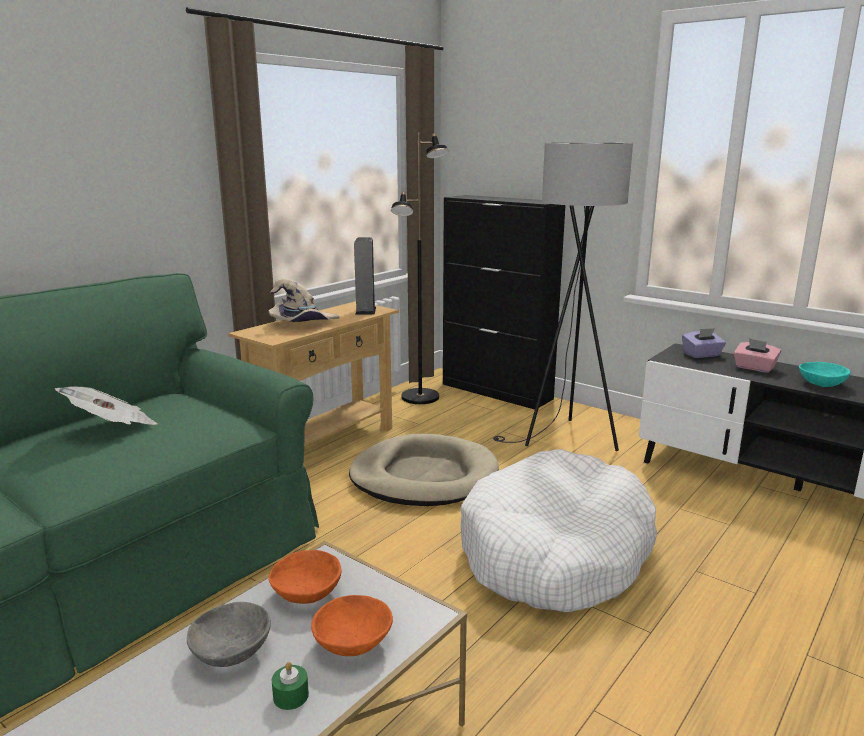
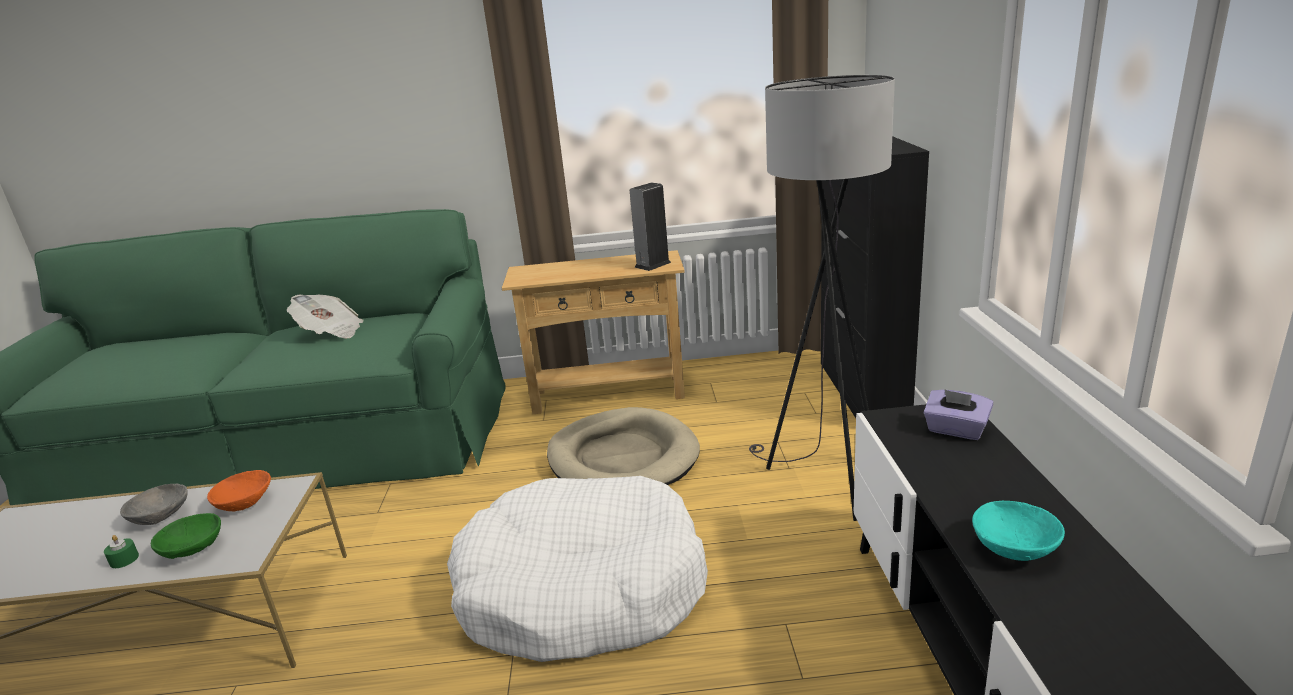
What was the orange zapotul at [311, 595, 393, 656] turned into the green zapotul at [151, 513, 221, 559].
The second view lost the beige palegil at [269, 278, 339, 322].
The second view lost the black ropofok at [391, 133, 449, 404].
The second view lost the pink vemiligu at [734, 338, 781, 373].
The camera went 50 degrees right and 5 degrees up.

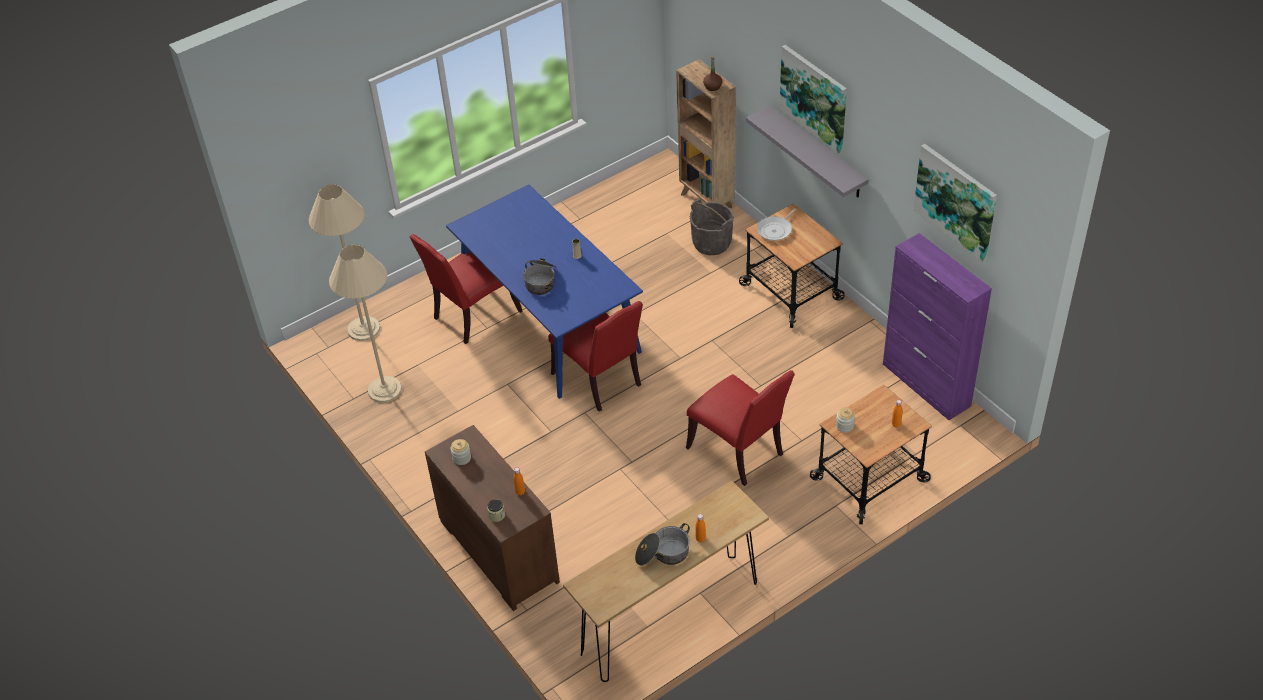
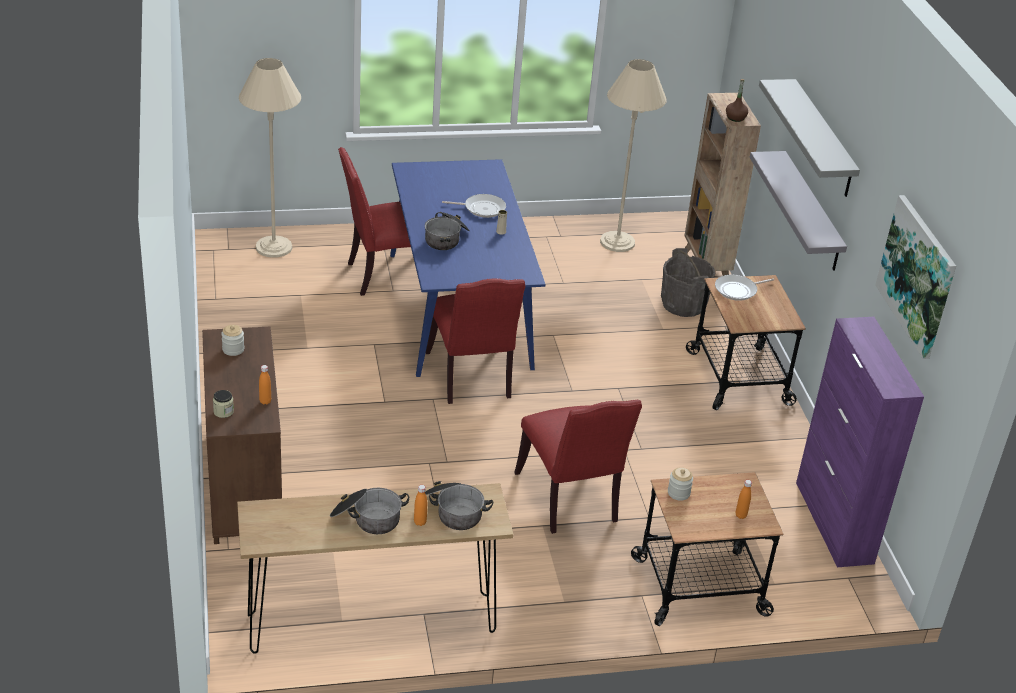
The second view gained the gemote at [425, 481, 494, 530].
The second view gained the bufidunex at [442, 194, 506, 218].
The beige ropofok ended up elsewhere, having gone from [329, 244, 402, 403] to [600, 59, 667, 252].
Where the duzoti hung at [780, 45, 847, 154], the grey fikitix came to hang at [759, 79, 860, 197].
The camera went 20 degrees right and 10 degrees down.

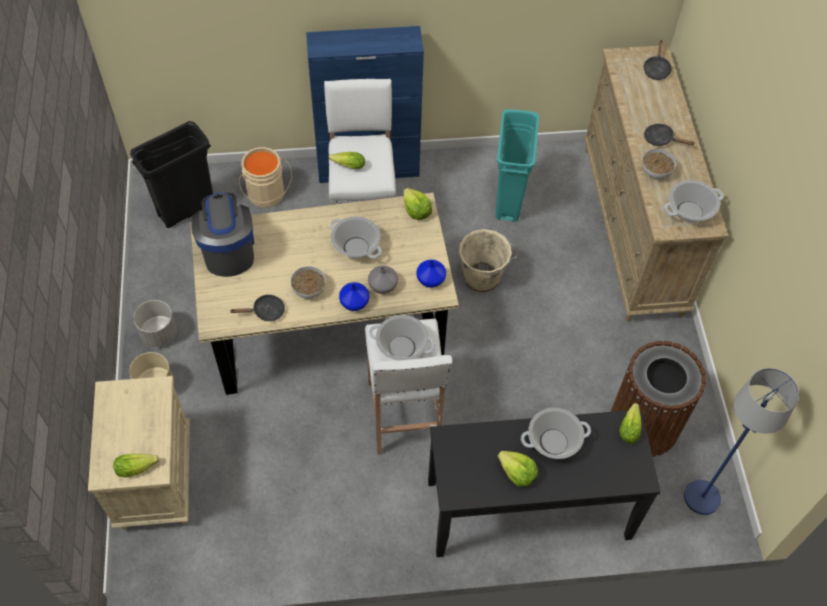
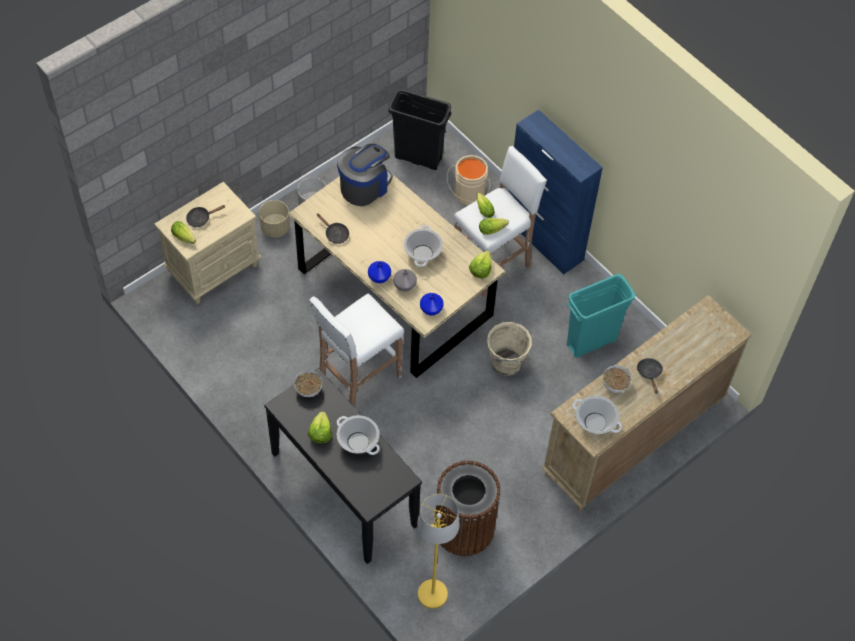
The black bufidunex ended up elsewhere, having gone from [643, 40, 672, 80] to [186, 205, 225, 227].
The zapotul ended up elsewhere, having gone from [291, 266, 326, 299] to [294, 370, 322, 397].
What was the blue ropofok at [684, 368, 799, 515] turned into the yellow ropofok at [417, 494, 459, 609].
The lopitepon ended up elsewhere, having gone from [619, 403, 642, 444] to [479, 218, 509, 235].
The second view lost the gemote at [369, 315, 435, 360].
The camera went 55 degrees right and 0 degrees up.

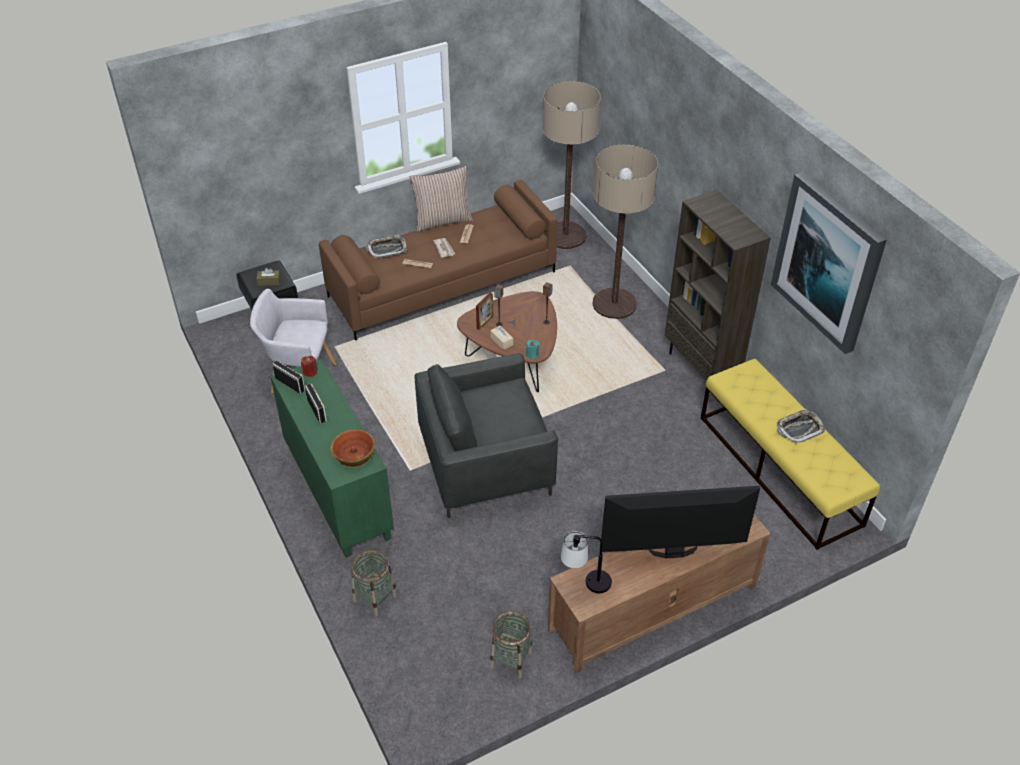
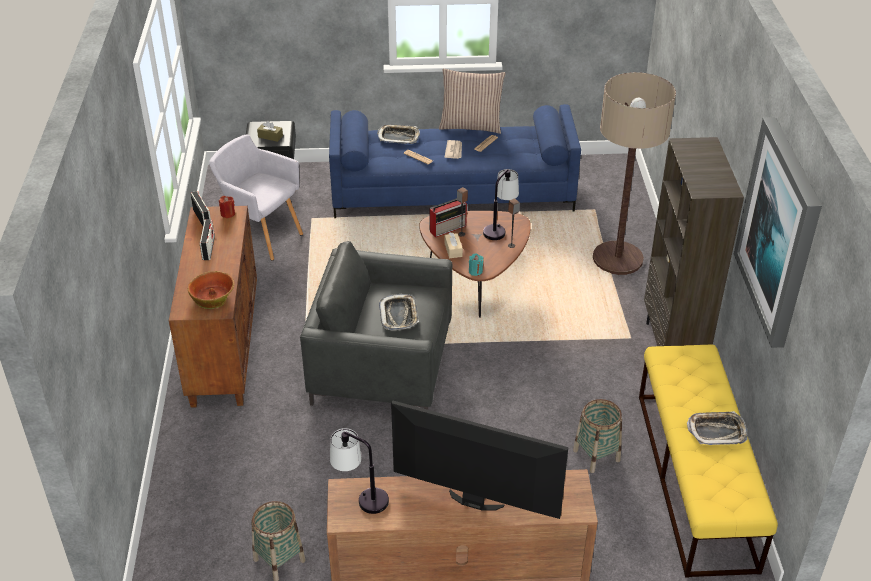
What was the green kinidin at [270, 359, 394, 558] turned into the brown kinidin at [169, 206, 257, 408].
What was the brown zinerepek at [319, 180, 558, 340] turned into the blue zinerepek at [329, 104, 581, 218].
The second view gained the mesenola at [379, 294, 419, 330].
Where the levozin stood at [476, 292, 493, 330], the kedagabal came to stand at [429, 198, 467, 238].
The second view gained the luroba at [483, 169, 519, 240].
The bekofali ended up elsewhere, having gone from [352, 550, 398, 617] to [573, 399, 622, 473].
The second view lost the ropofok at [542, 81, 601, 249].
The camera went 25 degrees right and 5 degrees down.

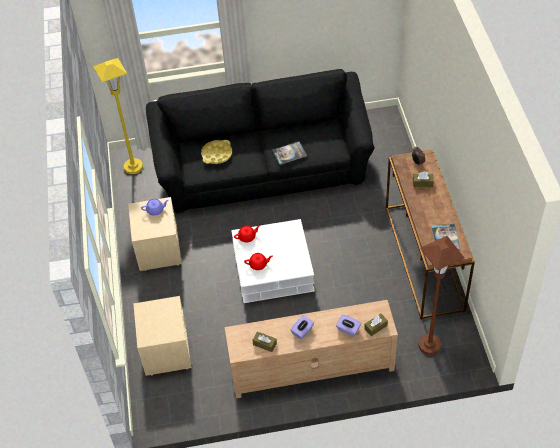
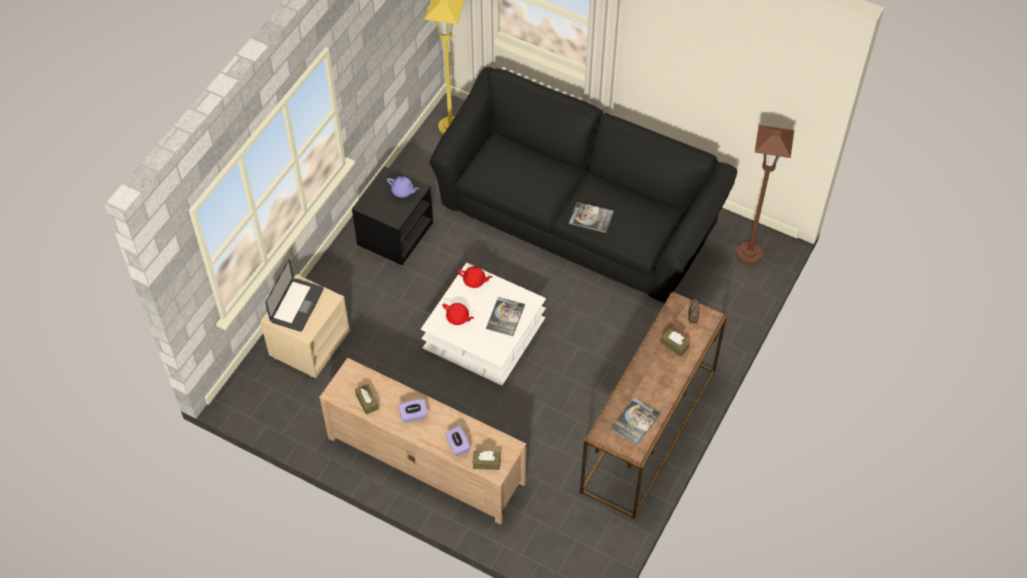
The second view gained the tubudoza at [266, 259, 324, 332].
What was the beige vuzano at [128, 197, 182, 271] turned into the black vuzano at [352, 166, 433, 266].
The second view gained the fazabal at [486, 297, 525, 336].
The brown ropofok ended up elsewhere, having gone from [419, 236, 465, 355] to [736, 125, 794, 265].
The second view lost the yellow mesenola at [201, 140, 232, 164].
The camera went 35 degrees right and 5 degrees up.

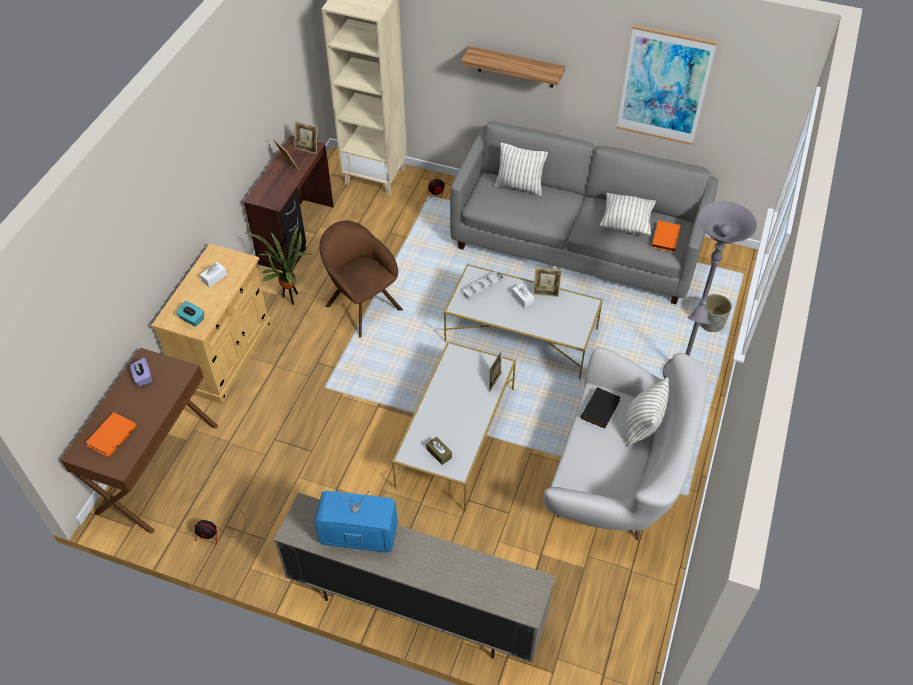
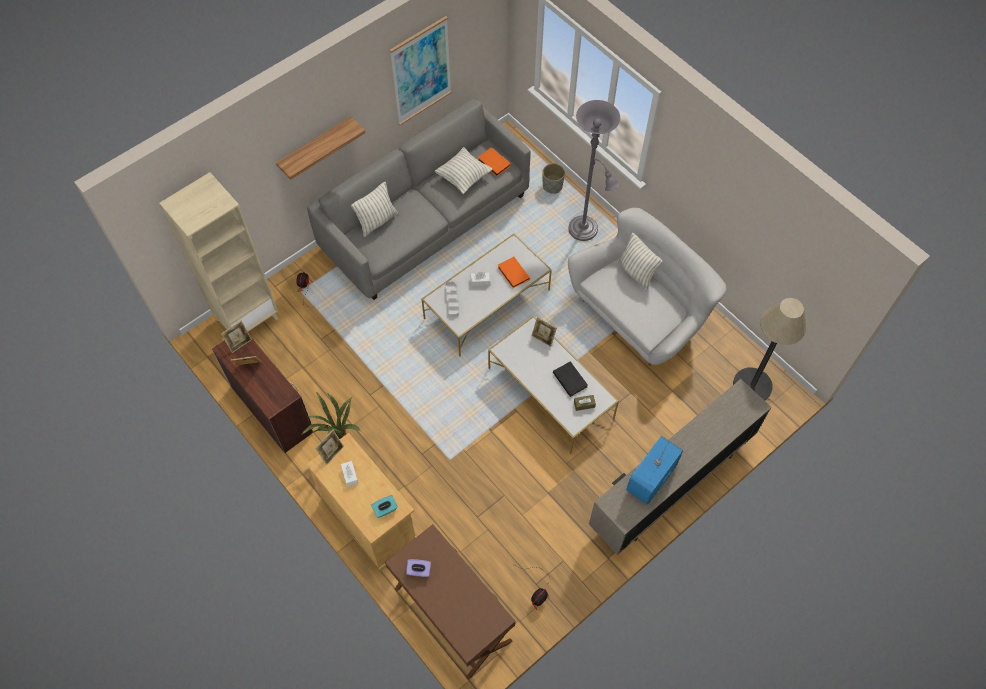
The levozin ended up elsewhere, having gone from [533, 267, 562, 297] to [316, 430, 344, 465].
The orange fazabal ended up elsewhere, having gone from [85, 412, 137, 457] to [498, 257, 530, 288].
The black fazabal ended up elsewhere, having gone from [581, 387, 621, 429] to [553, 361, 588, 397].
The second view gained the ropofok at [733, 298, 806, 401].
The second view lost the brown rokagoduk at [319, 220, 403, 338].
The camera went 60 degrees left and 10 degrees up.

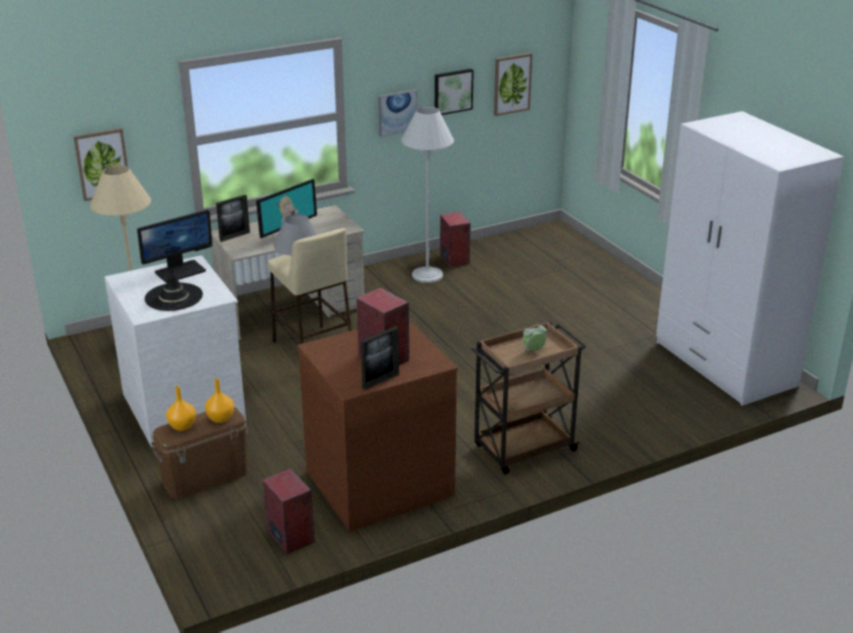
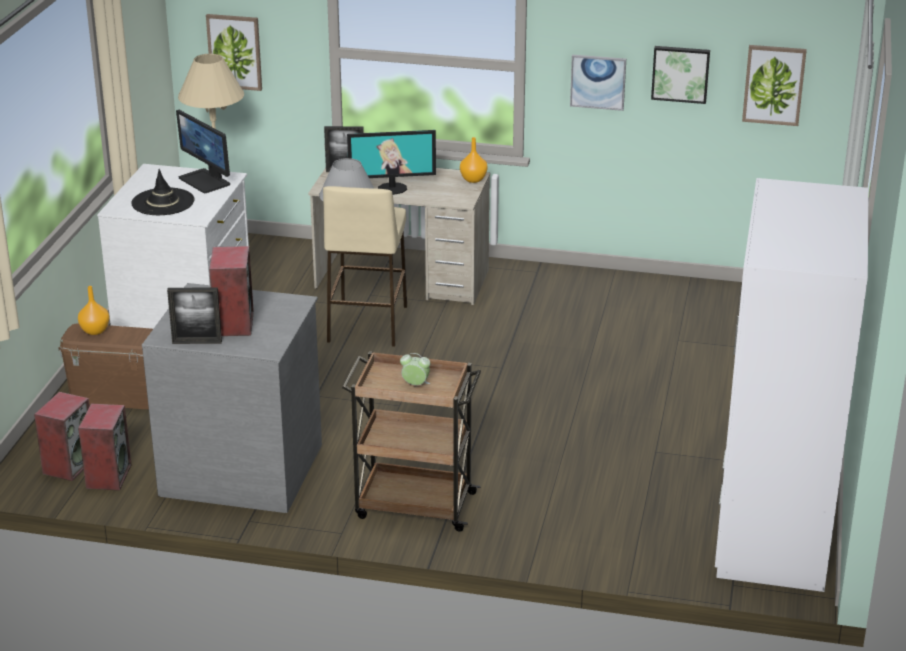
The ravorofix ended up elsewhere, having gone from [440, 212, 471, 267] to [34, 392, 90, 481].
What was the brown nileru at [297, 320, 458, 531] turned into the grey nileru at [142, 283, 322, 513].
The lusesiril at [137, 210, 212, 283] ended up facing another way, 45 degrees clockwise from before.
The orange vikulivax ended up elsewhere, having gone from [205, 378, 234, 423] to [460, 137, 488, 183].
The second view lost the white ropofok at [401, 107, 454, 283].
The camera went 40 degrees right and 0 degrees up.

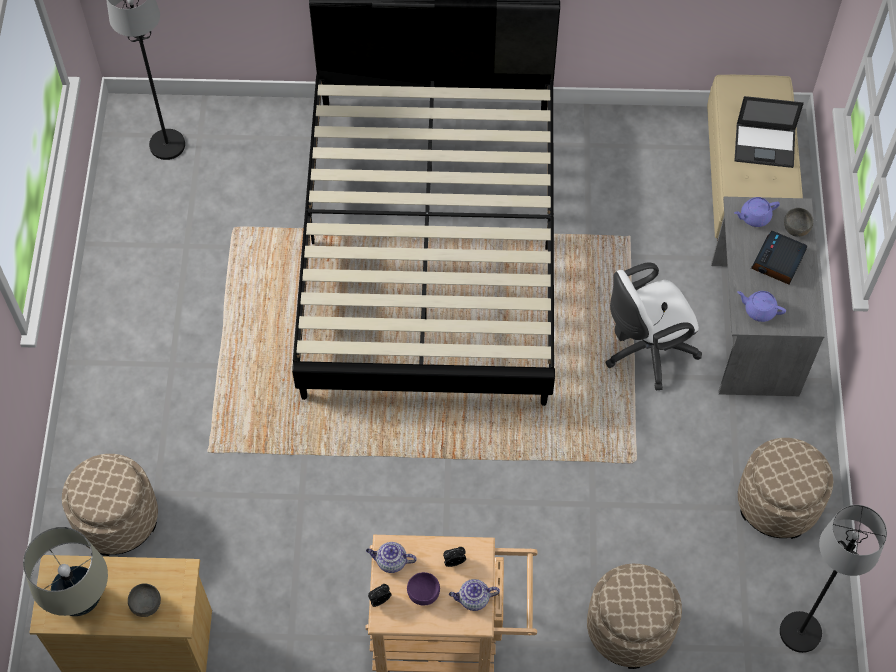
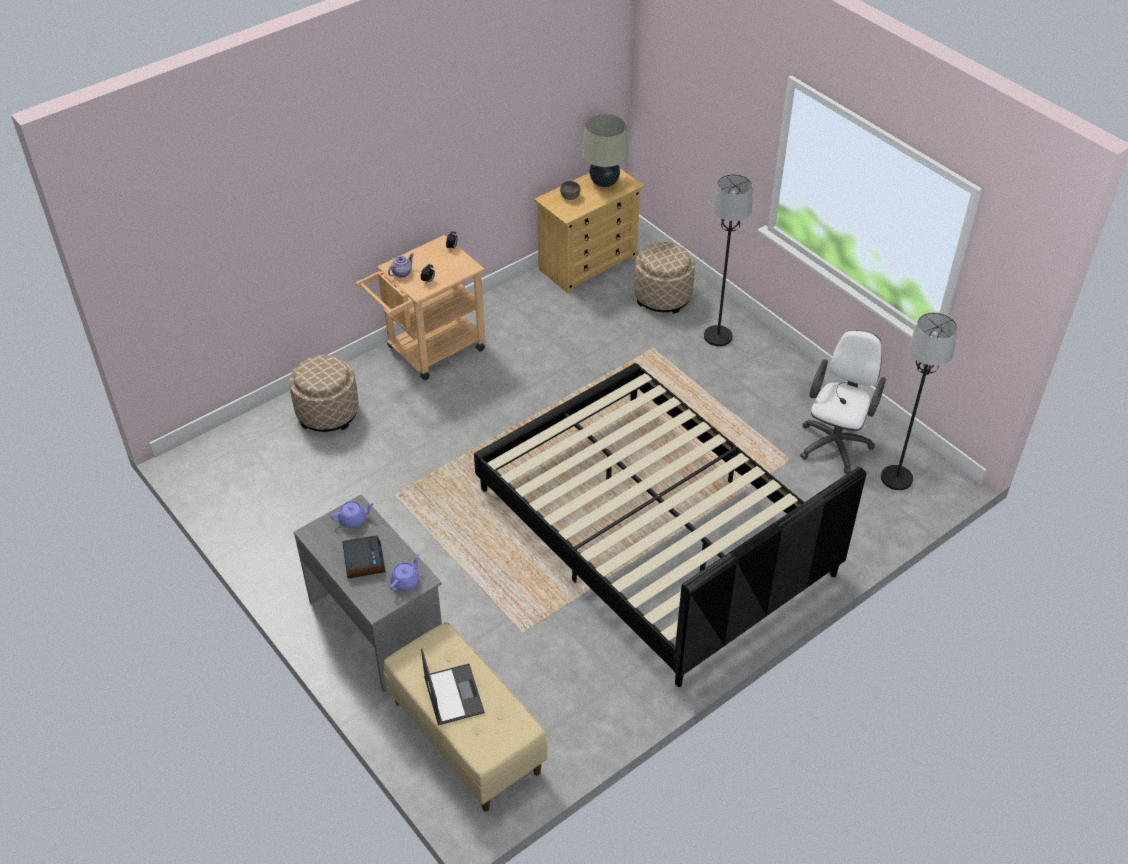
The tubudoza at [734, 96, 804, 168] ended up facing another way, 105 degrees clockwise from before.
The black ropofok ended up elsewhere, having gone from [780, 505, 887, 653] to [704, 174, 753, 346].
The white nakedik ended up elsewhere, having gone from [605, 262, 702, 390] to [800, 330, 886, 474].
The second view lost the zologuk at [366, 542, 417, 573].
The second view lost the purple zapotul at [407, 572, 440, 606].
The second view lost the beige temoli at [738, 438, 833, 539].
The second view lost the grey zapotul at [784, 208, 813, 237].
The camera went 140 degrees right and 15 degrees down.

